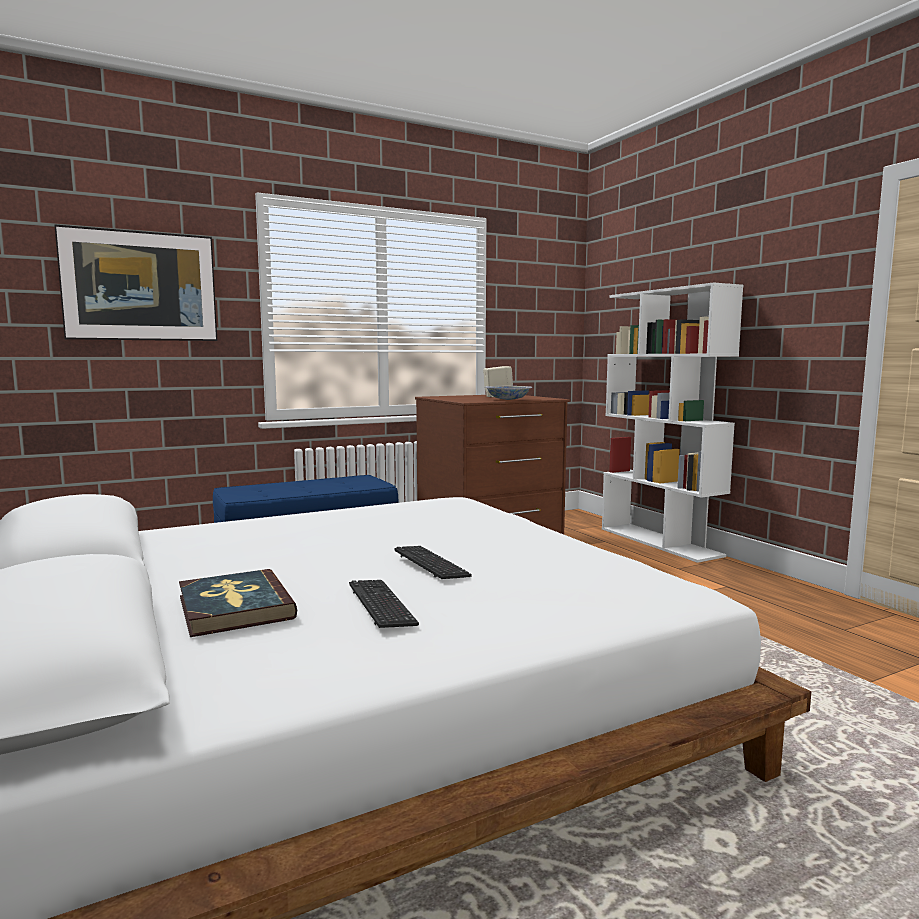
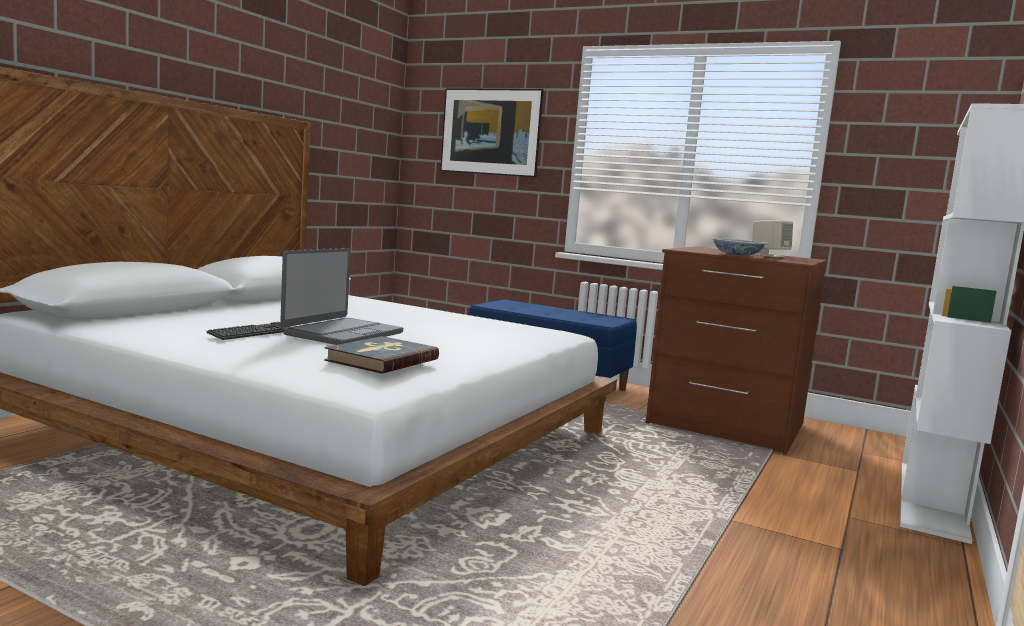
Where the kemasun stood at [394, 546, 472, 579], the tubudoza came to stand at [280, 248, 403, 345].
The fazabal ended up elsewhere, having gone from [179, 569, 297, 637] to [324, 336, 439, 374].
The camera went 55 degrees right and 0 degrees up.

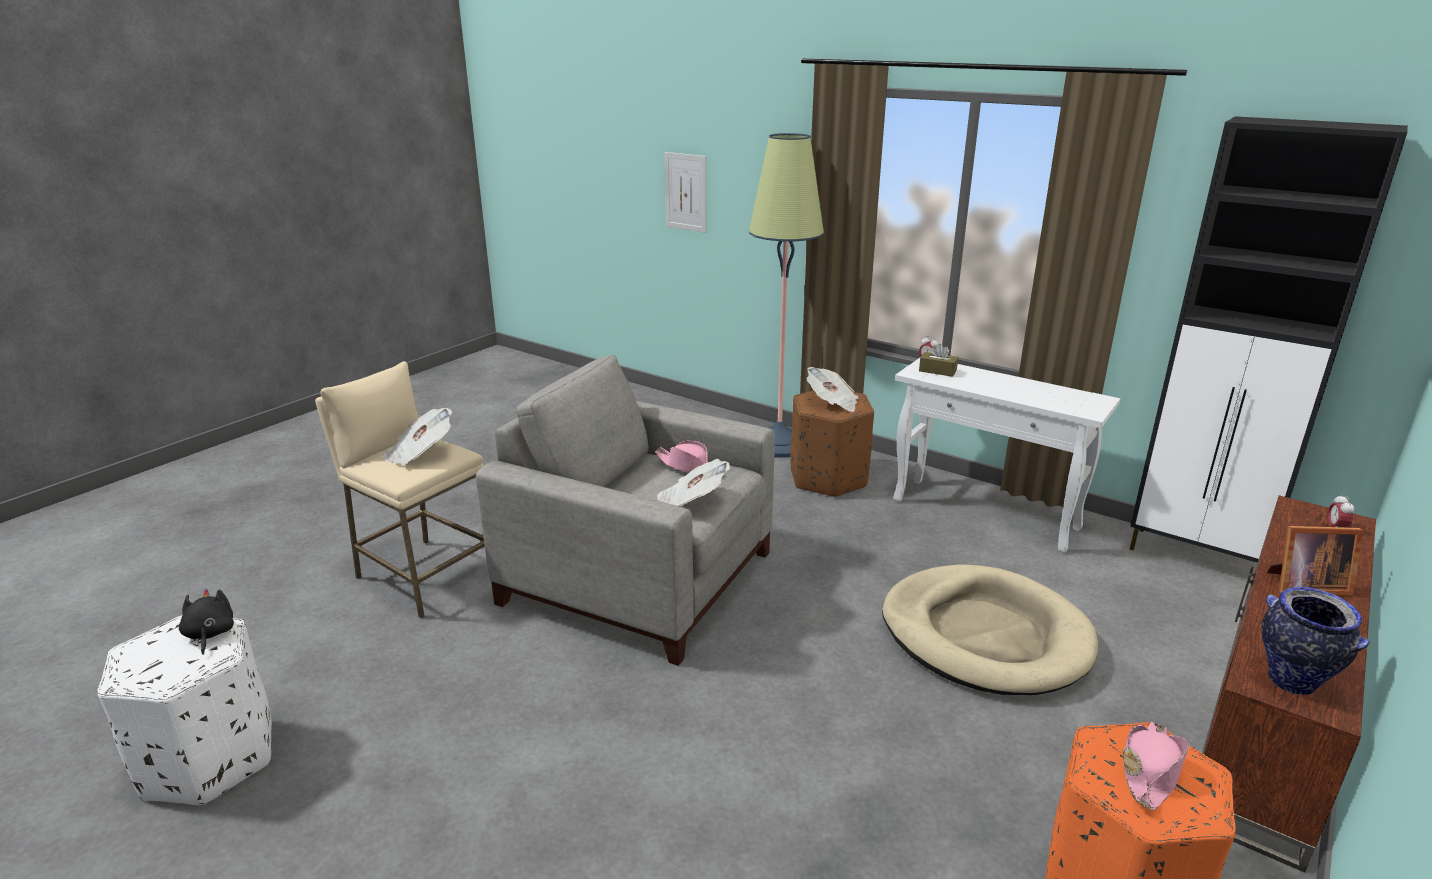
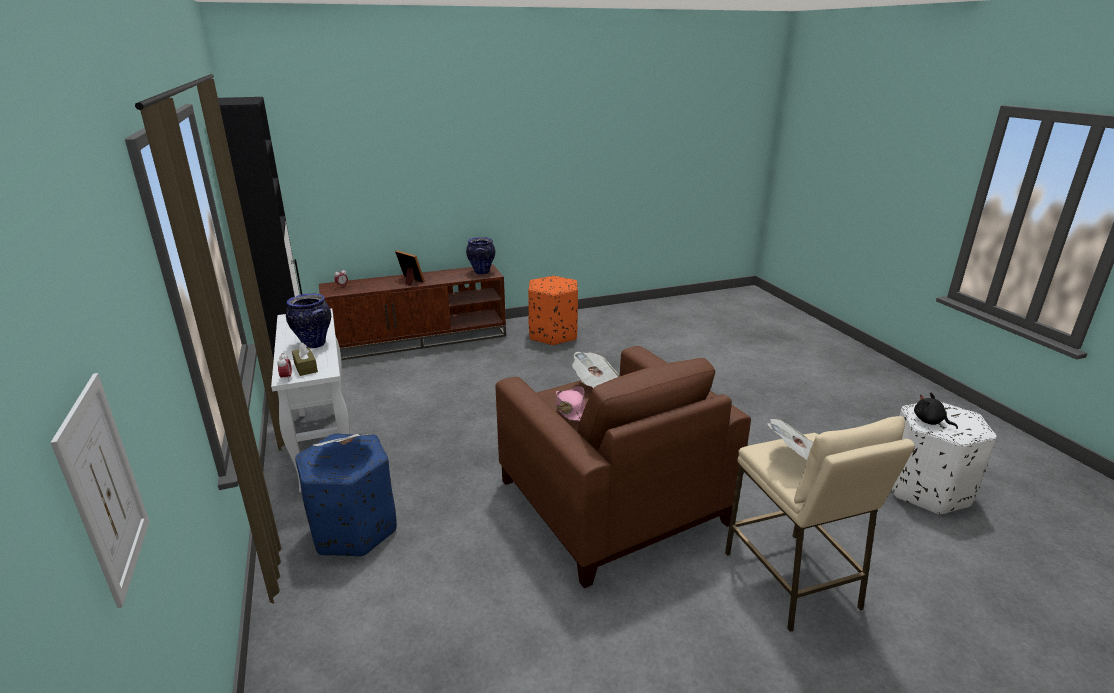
The second view gained the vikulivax at [286, 293, 331, 348].
What was the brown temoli at [790, 390, 874, 498] turned into the blue temoli at [295, 434, 397, 557].
What was the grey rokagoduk at [476, 355, 775, 666] turned into the brown rokagoduk at [496, 346, 751, 588].
The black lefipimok at [179, 589, 234, 655] ended up facing another way, 120 degrees clockwise from before.
The second view lost the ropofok at [749, 133, 824, 458].
The second view lost the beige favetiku at [882, 564, 1098, 695].
The second view lost the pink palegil at [1122, 722, 1189, 810].
The camera went 145 degrees left and 0 degrees up.

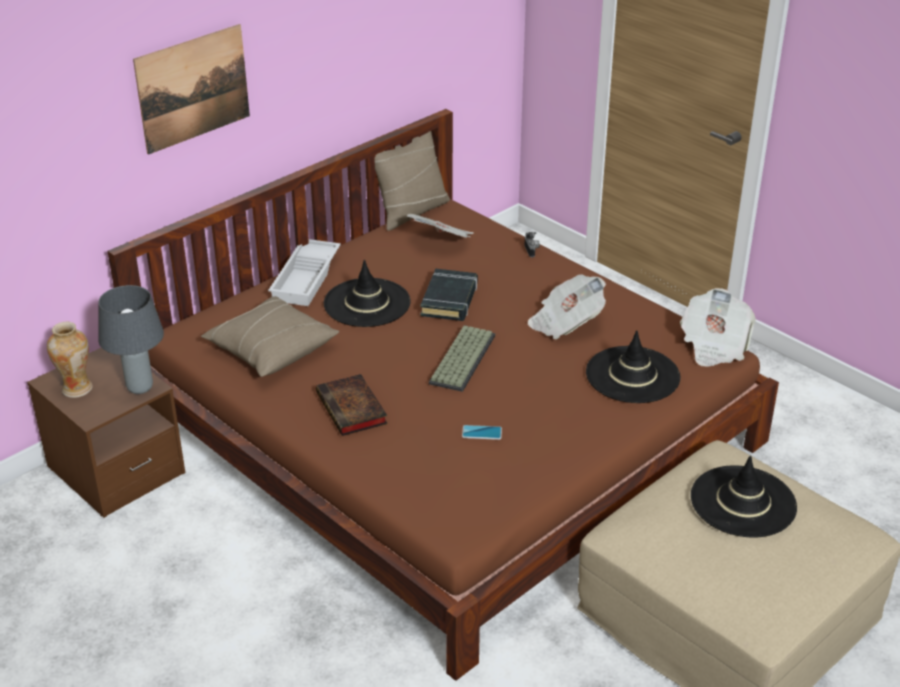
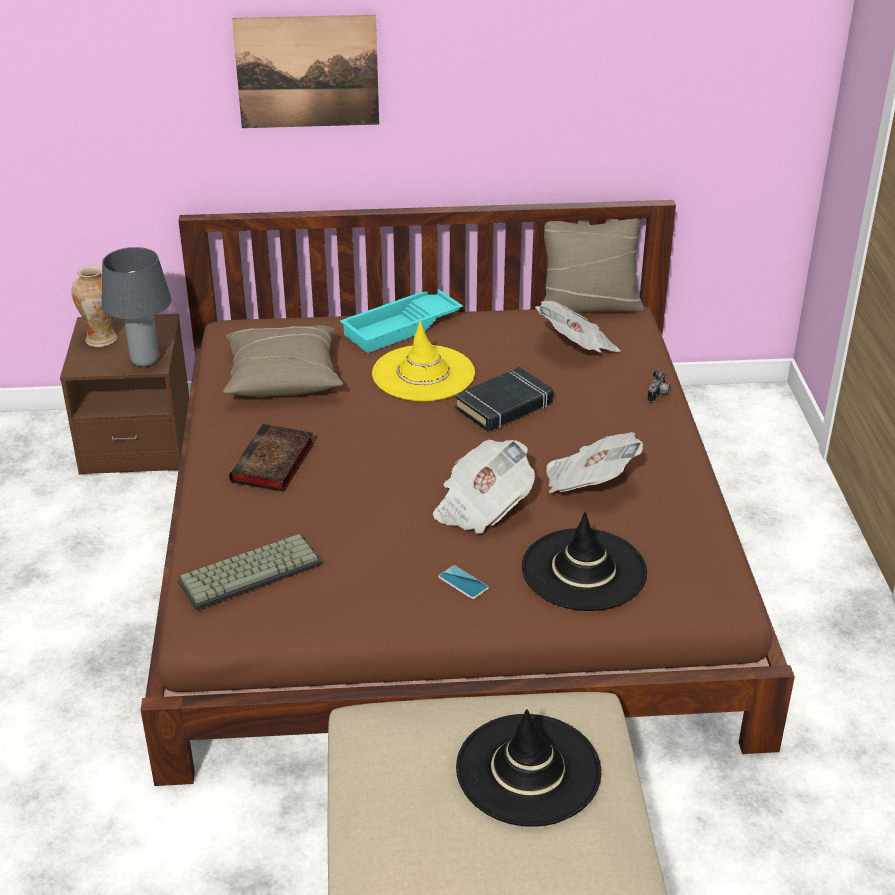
The kemasun ended up elsewhere, having gone from [429, 325, 495, 392] to [178, 534, 323, 610].
What was the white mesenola at [268, 239, 341, 306] turned into the turquoise mesenola at [340, 289, 463, 353].
What was the black palegil at [324, 260, 411, 327] turned into the yellow palegil at [372, 321, 475, 401].
The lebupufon ended up elsewhere, having gone from [680, 288, 756, 366] to [433, 440, 535, 534].
The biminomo ended up elsewhere, having gone from [462, 425, 502, 440] to [438, 565, 489, 599].
The camera went 40 degrees right and 0 degrees up.

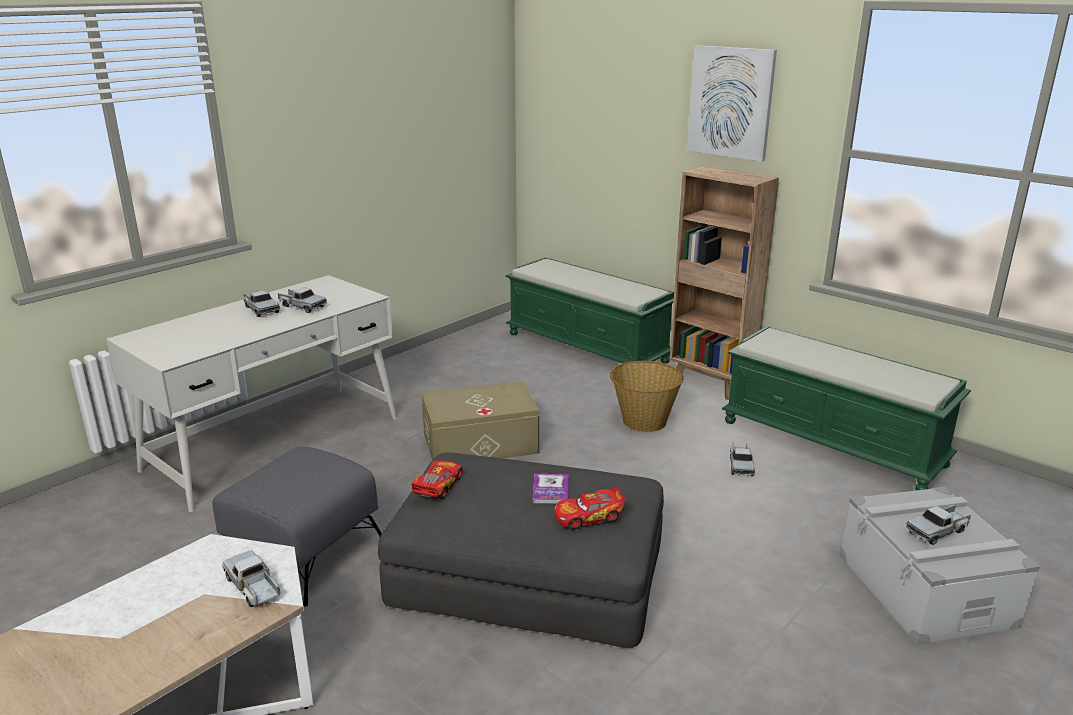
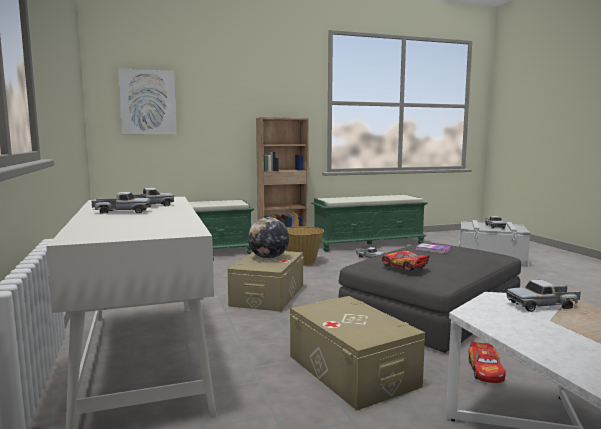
The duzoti ended up elsewhere, having gone from [687, 45, 777, 162] to [118, 69, 177, 134].
The second view gained the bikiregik at [248, 217, 289, 259].
Where the grey temoli stood at [212, 446, 382, 607], the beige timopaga came to stand at [290, 296, 425, 410].
The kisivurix ended up elsewhere, having gone from [554, 486, 626, 529] to [468, 341, 506, 383].
The camera went 60 degrees left and 15 degrees down.

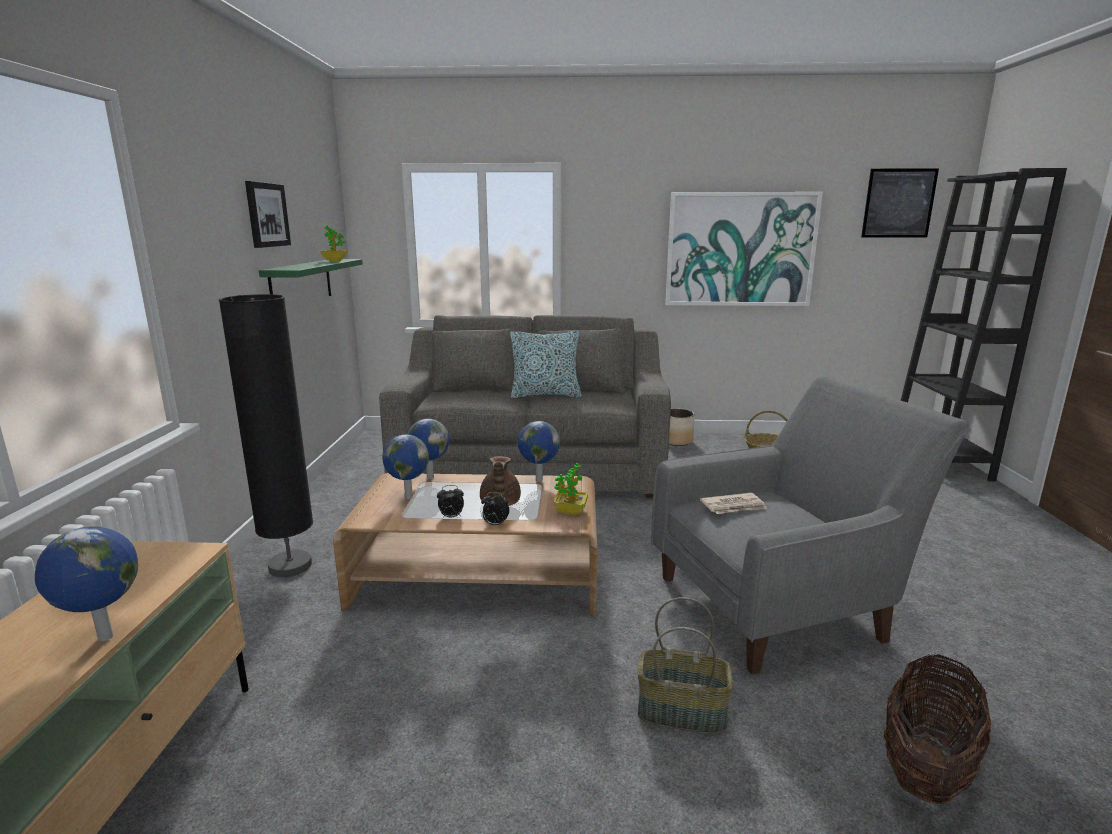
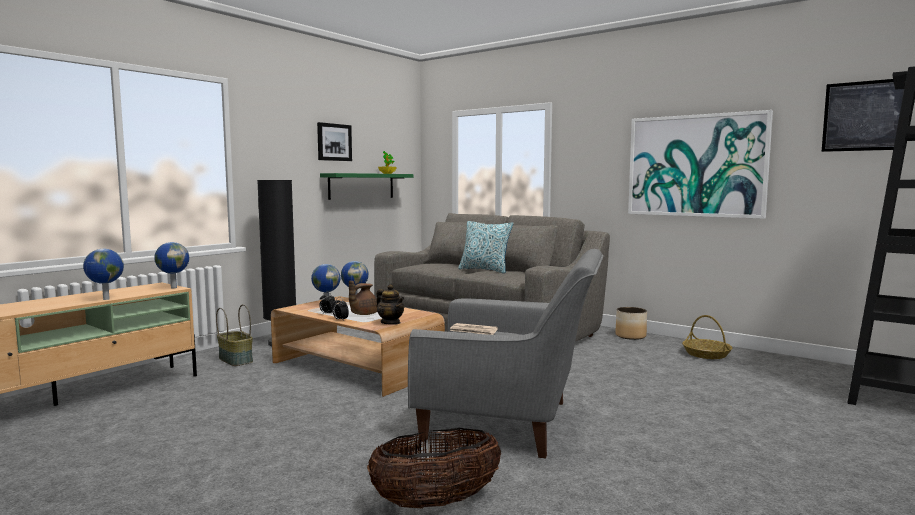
The bikiregik ended up elsewhere, having gone from [518, 421, 560, 482] to [154, 242, 189, 288].
The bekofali ended up elsewhere, having gone from [637, 597, 733, 734] to [216, 304, 253, 366].
Where the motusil stood at [553, 463, 588, 515], the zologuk came to stand at [376, 284, 405, 325].
The camera went 35 degrees right and 10 degrees down.

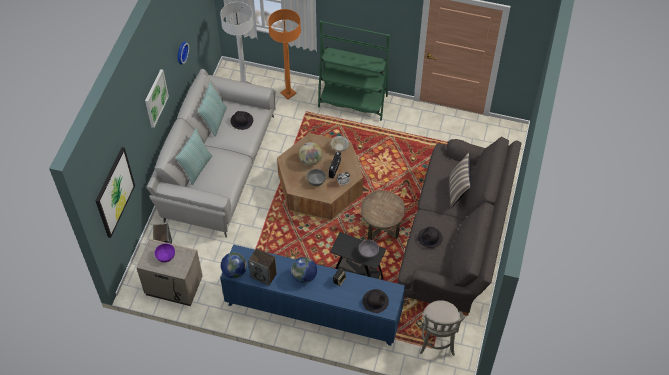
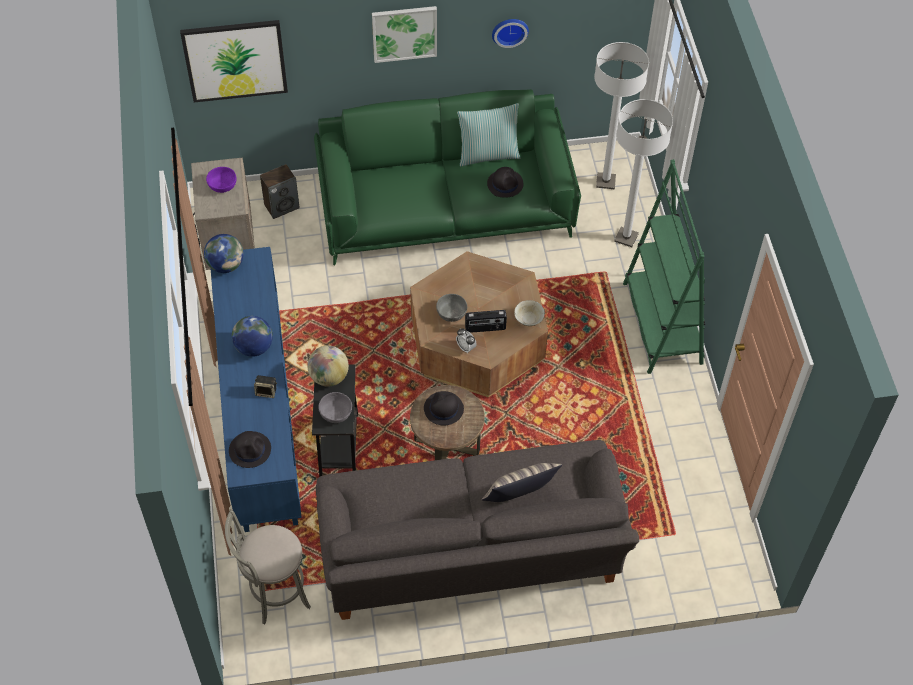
The bikiregik ended up elsewhere, having gone from [299, 142, 322, 166] to [307, 345, 349, 386].
What was the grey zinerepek at [147, 69, 276, 238] turned into the green zinerepek at [314, 89, 581, 266].
The black palegil ended up elsewhere, having gone from [418, 227, 443, 248] to [424, 391, 464, 425].
What was the orange ropofok at [268, 9, 301, 99] turned into the white ropofok at [614, 99, 673, 247].
The second view lost the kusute at [176, 128, 212, 185].
The second view lost the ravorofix at [248, 248, 277, 286].
The camera went 65 degrees right and 0 degrees up.

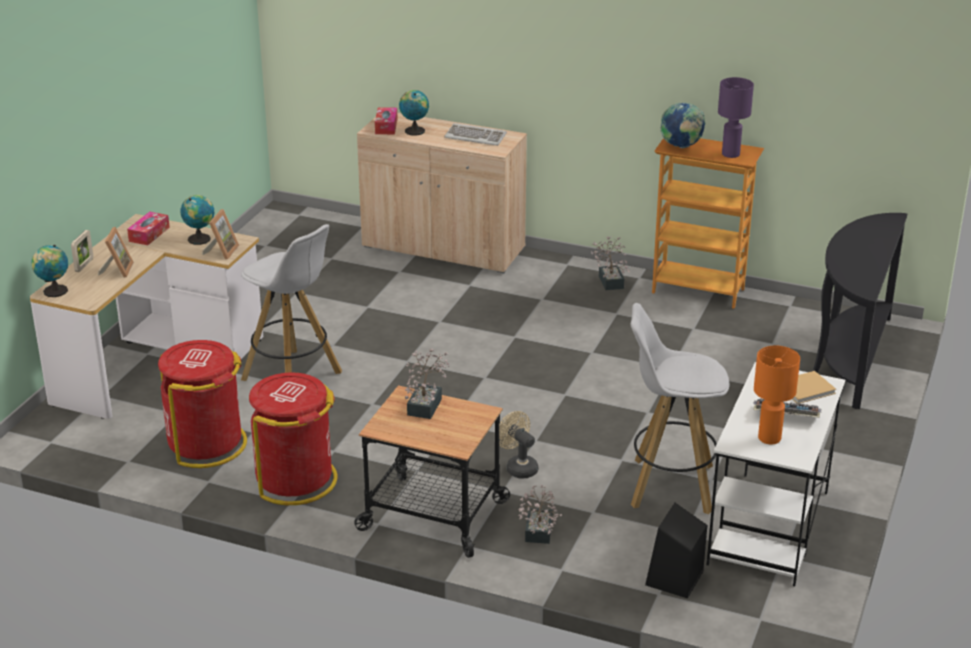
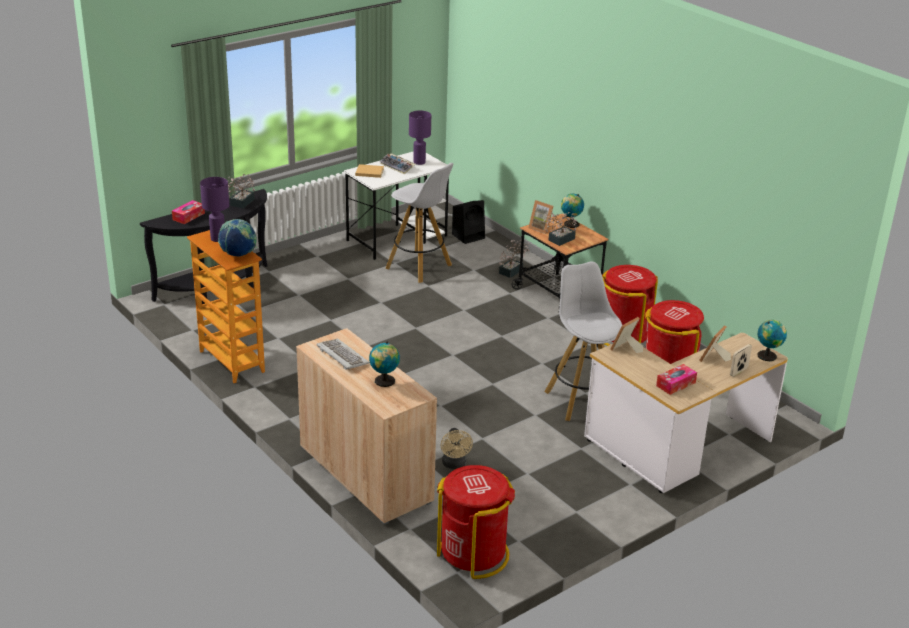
The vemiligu ended up elsewhere, having gone from [375, 107, 398, 134] to [172, 200, 205, 224].
The motusil ended up elsewhere, having gone from [591, 237, 630, 290] to [228, 174, 255, 208].
What was the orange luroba at [754, 346, 800, 444] turned into the purple luroba at [409, 110, 431, 165].
The second view gained the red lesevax at [437, 465, 515, 579].
The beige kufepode ended up elsewhere, having gone from [499, 411, 538, 479] to [441, 428, 473, 469].
The second view gained the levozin at [528, 200, 553, 234].
The bikiregik ended up elsewhere, having gone from [180, 195, 214, 245] to [561, 194, 584, 228].
The camera went 150 degrees left and 0 degrees up.

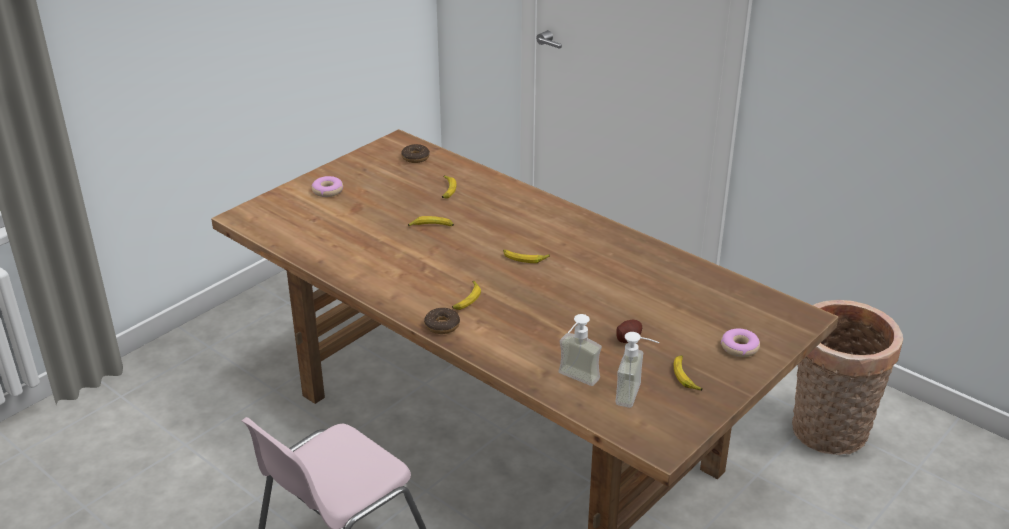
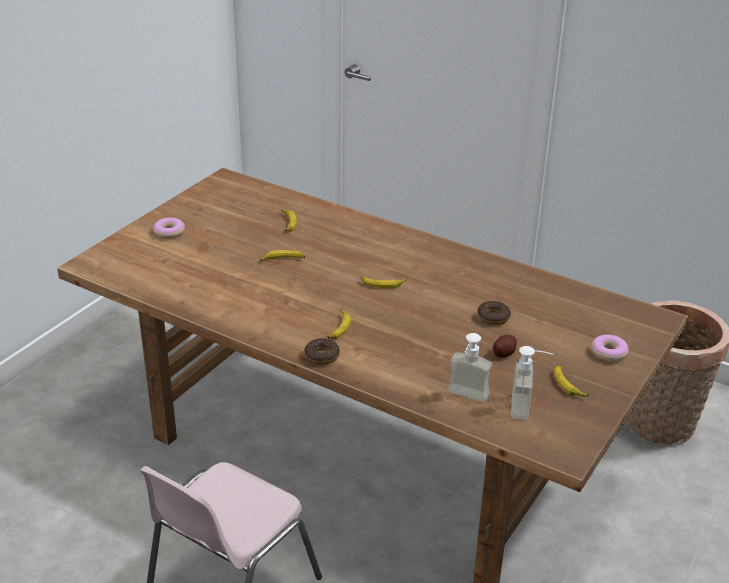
The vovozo ended up elsewhere, having gone from [401, 144, 430, 163] to [477, 301, 511, 325].
The camera went 10 degrees left and 0 degrees up.

